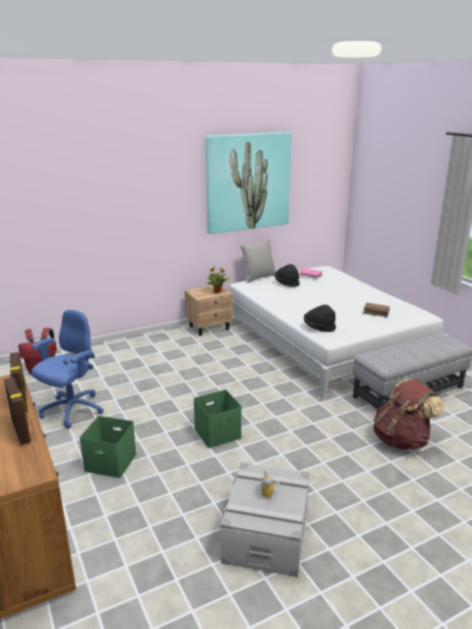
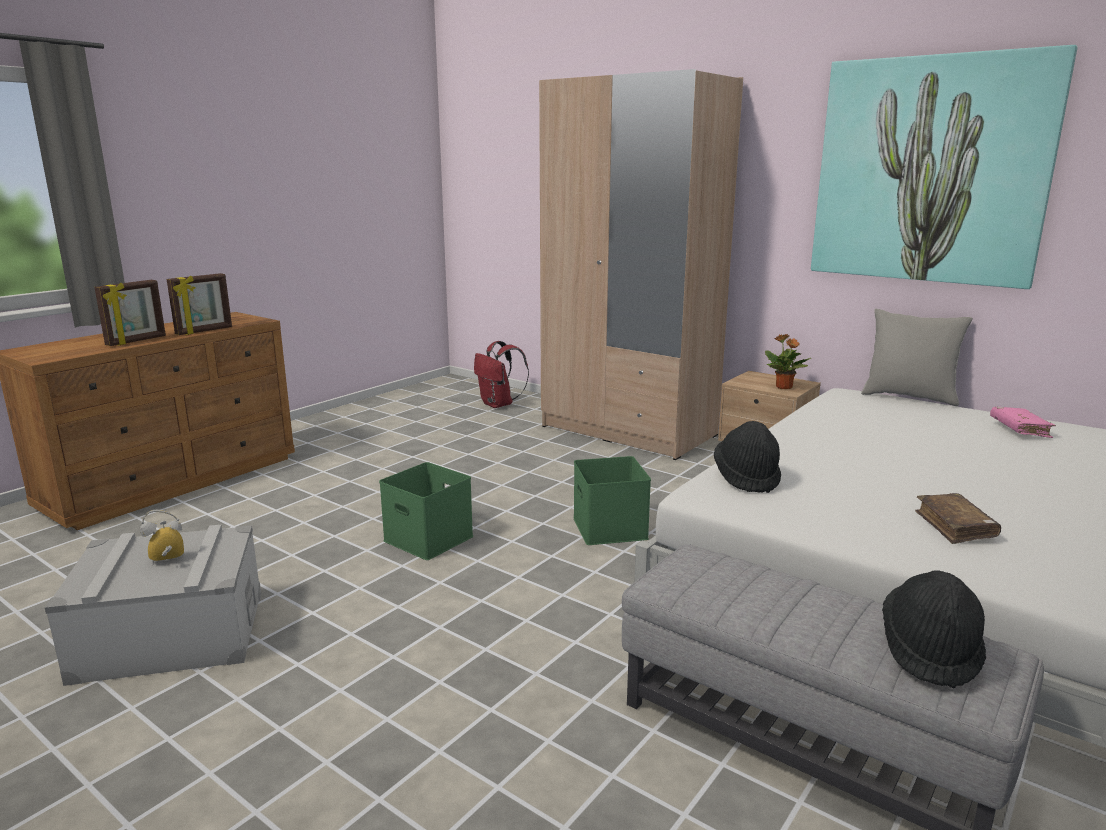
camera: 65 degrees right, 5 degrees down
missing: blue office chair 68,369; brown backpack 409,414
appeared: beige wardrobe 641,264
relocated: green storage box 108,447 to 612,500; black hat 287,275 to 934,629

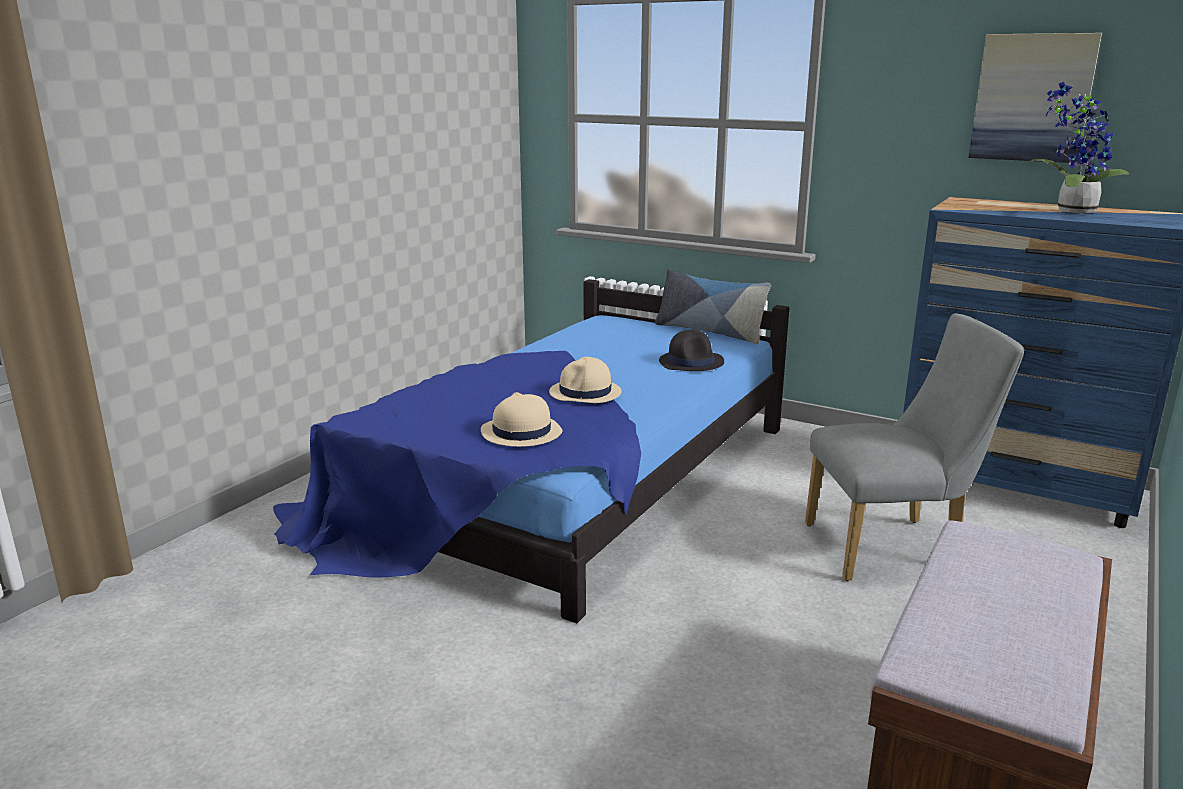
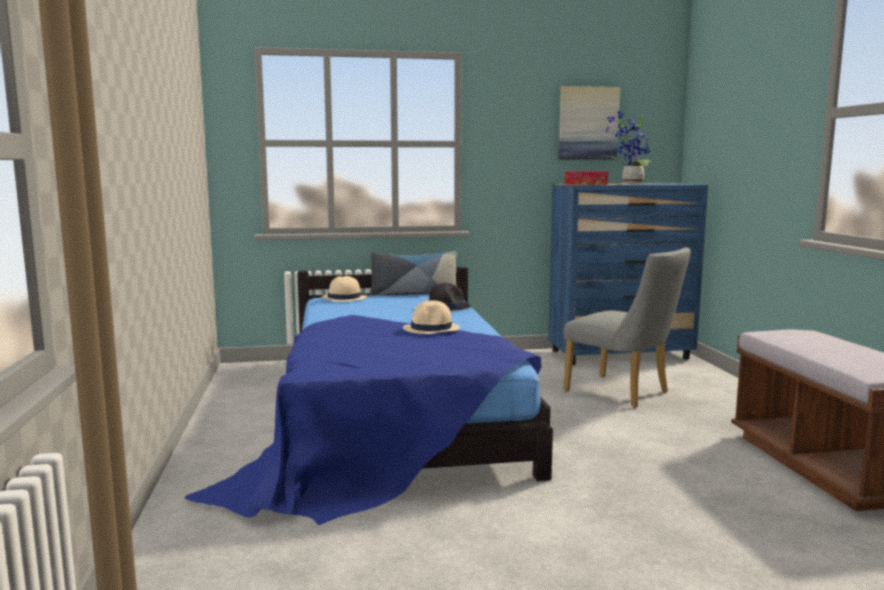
camera: 40 degrees left, 10 degrees down
appeared: tissue box 586,178
relocated: beige hat 521,419 to 344,289
spun: grey chair 914,447 = 627,327 90 degrees clockwise

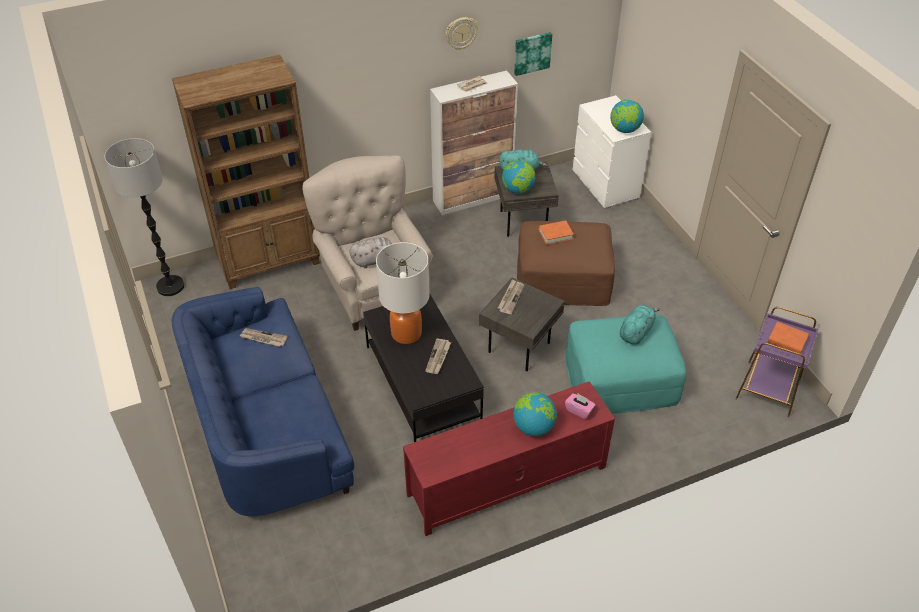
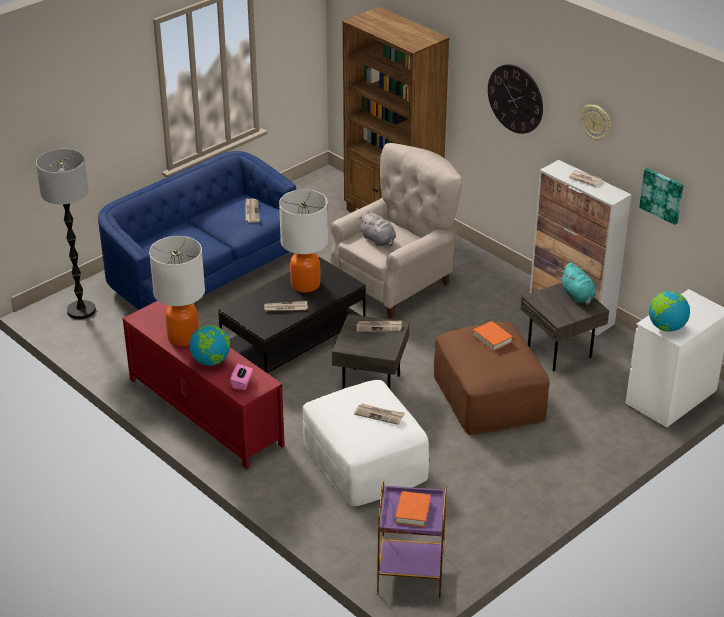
camera: 70 degrees right, 10 degrees down
missing: globe 519,177
appeared: table lamp 177,291; wall clock 515,99
relocated: floor lamp 144,217 to 66,234
exchanged: turquoise plush toy 640,324 to newspaper 379,414
colour: turquoise ottoman 625,364 to white ottoman 366,443

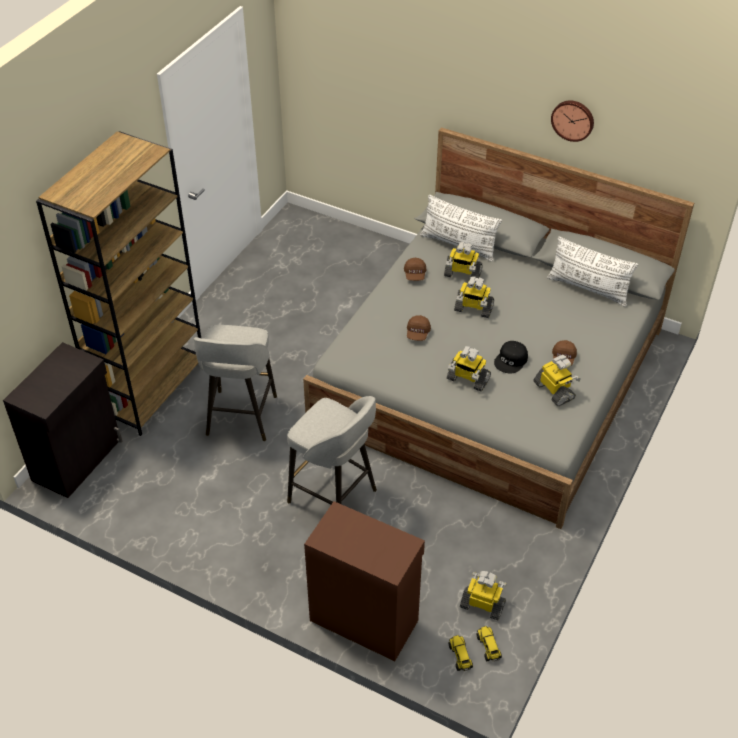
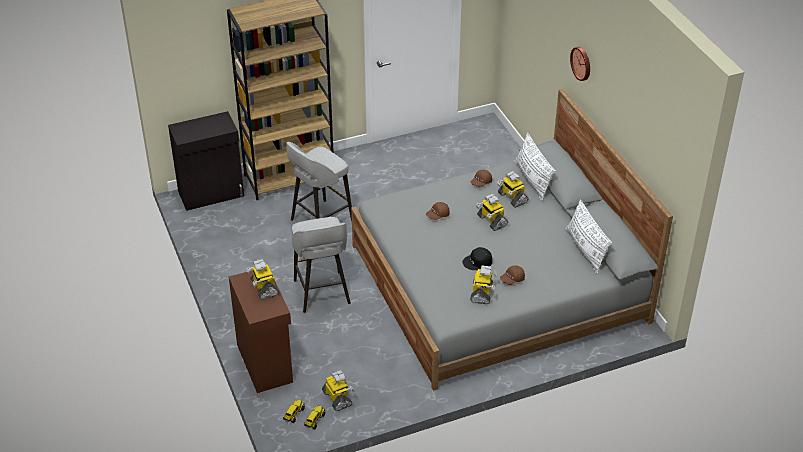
camera: 40 degrees right, 5 degrees down
relocated: toy robot 469,369 to 262,279; wall clock 572,121 to 580,64

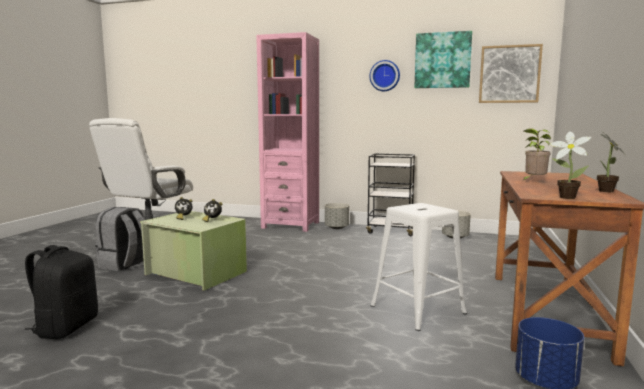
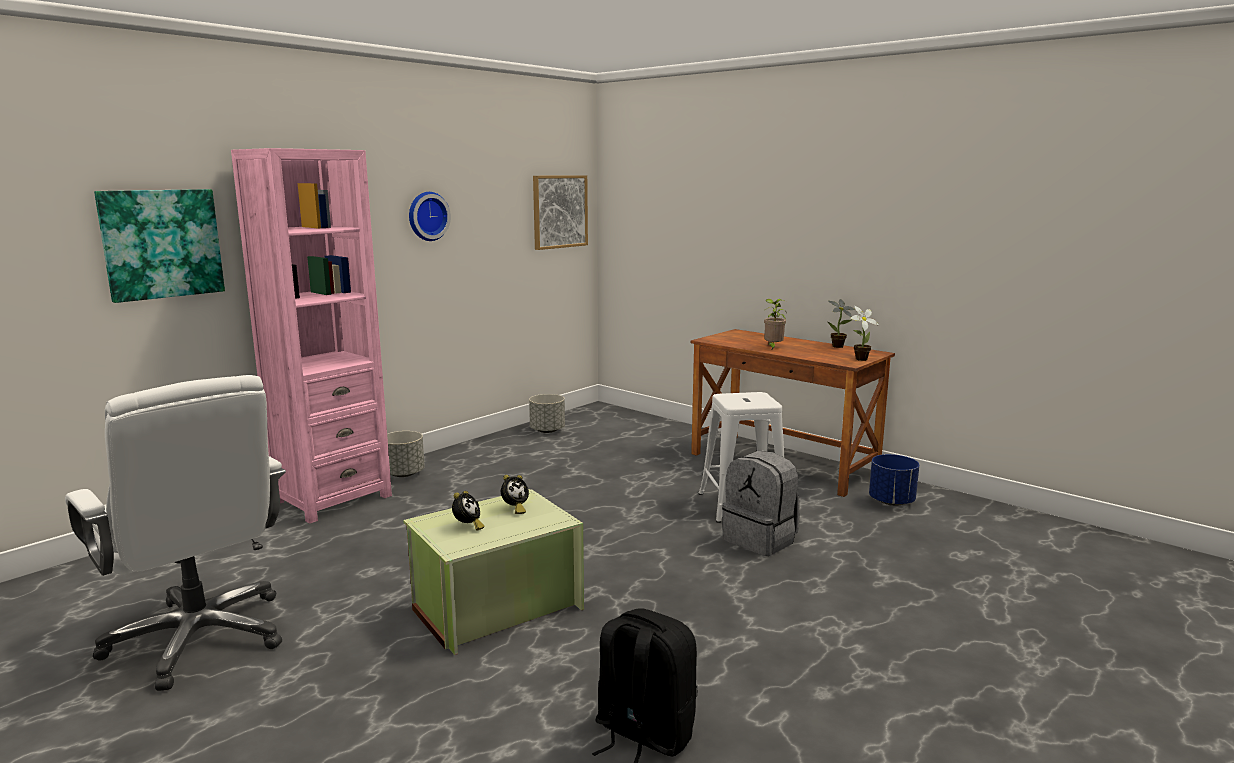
camera: 65 degrees left, 5 degrees up
missing: black cart 390,194
relocated: grey backpack 119,239 to 761,503; picture 443,59 to 159,246

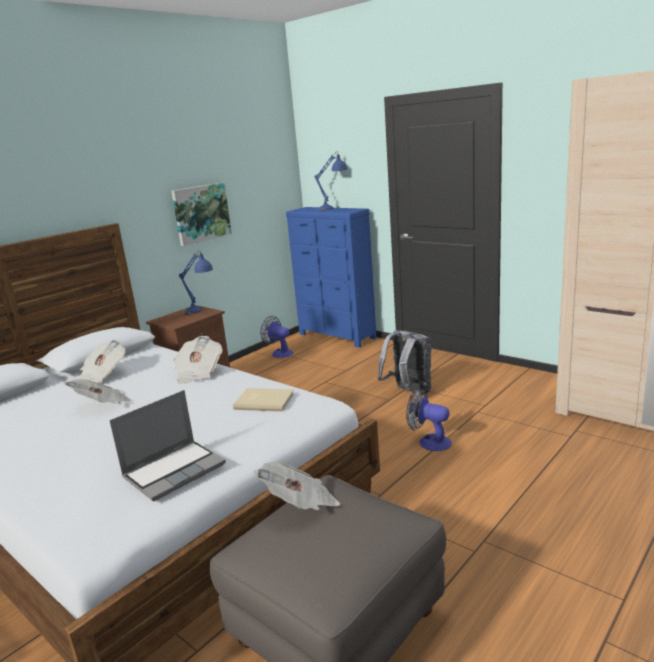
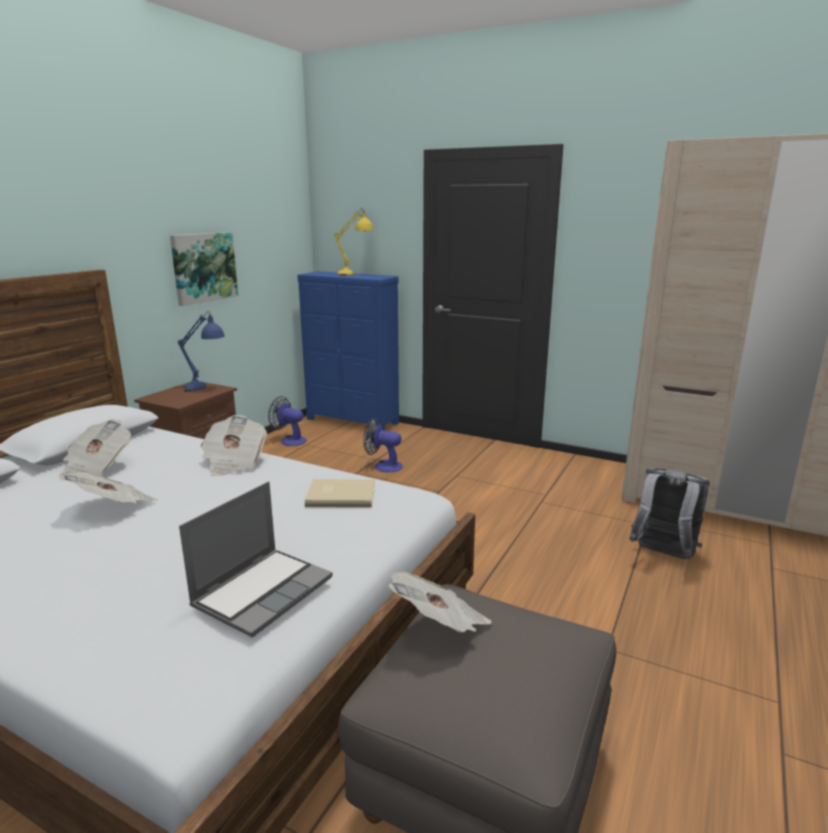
camera: 15 degrees left, 0 degrees up
relocated: grey backpack 404,363 to 669,513; fan 429,419 to 383,445
colour: blue table lamp 331,181 to yellow table lamp 354,242

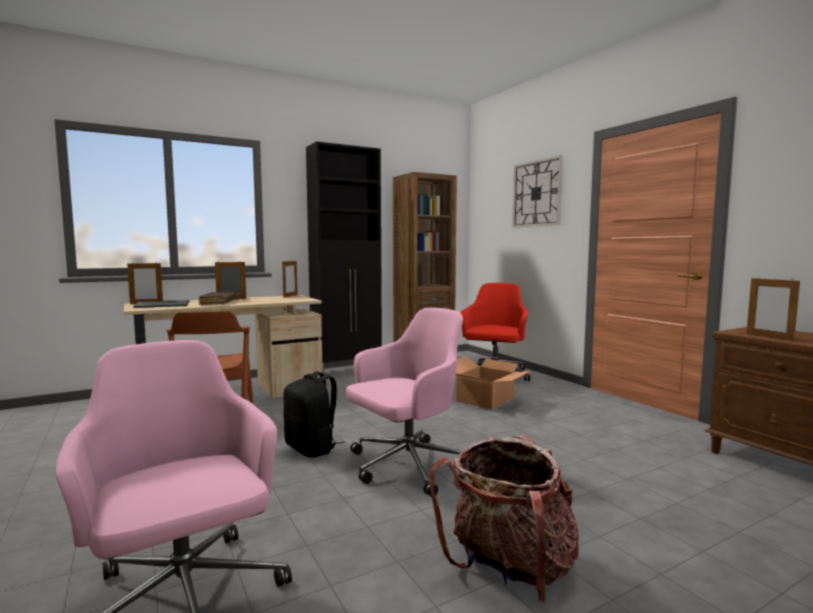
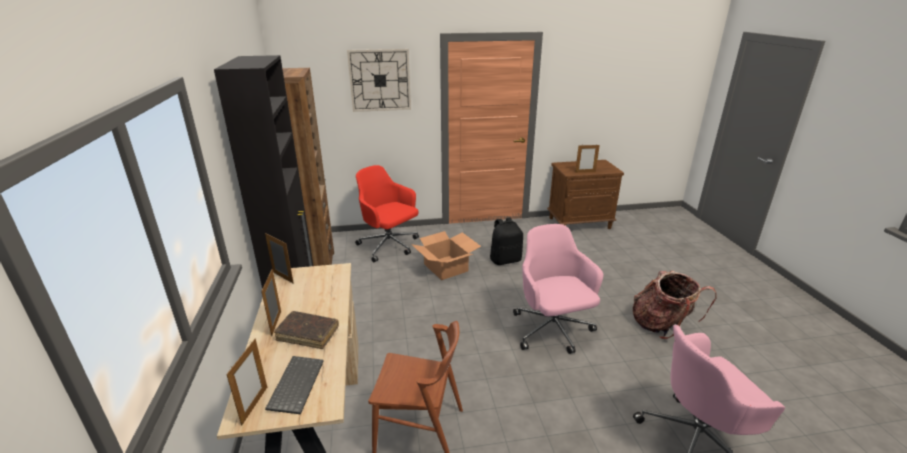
camera: 70 degrees left, 20 degrees up
relocated: black backpack 314,414 to 506,241

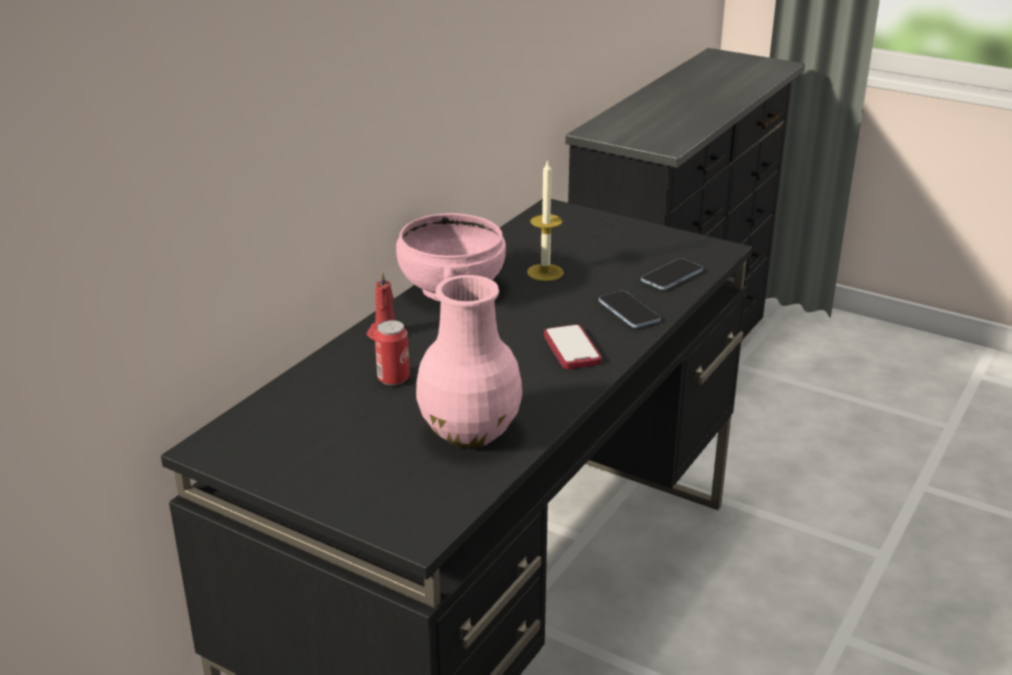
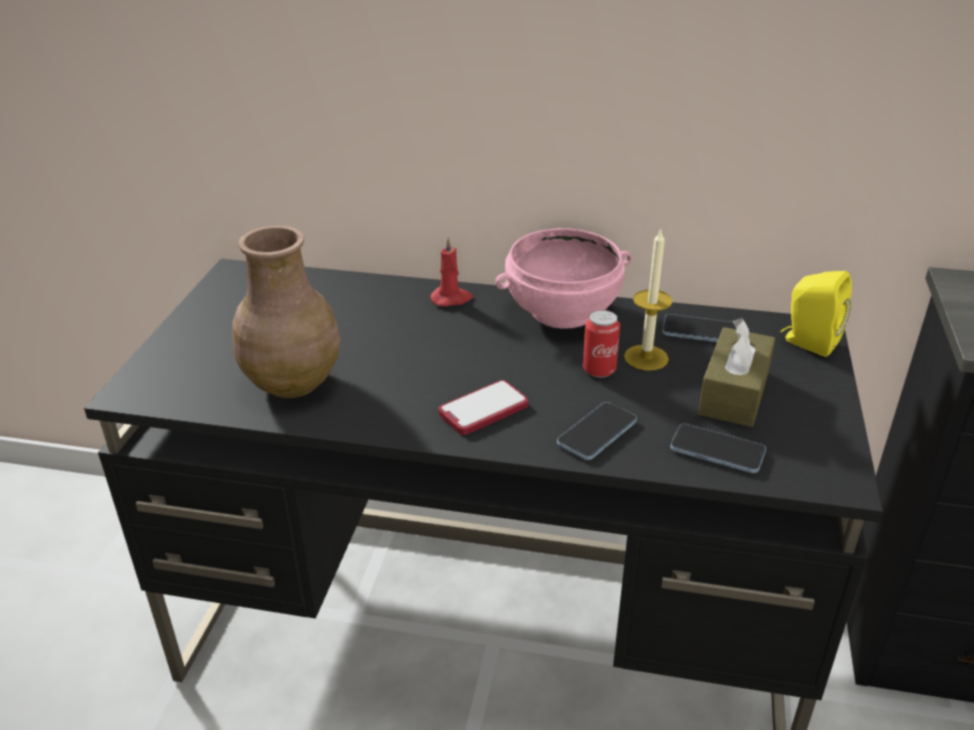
camera: 70 degrees right, 5 degrees up
appeared: phone 699,328; brown tissue box 737,372; yellow speaker 816,314
relocated: can 392,353 to 601,344
colour: pink vase 469,361 to brown vase 286,311

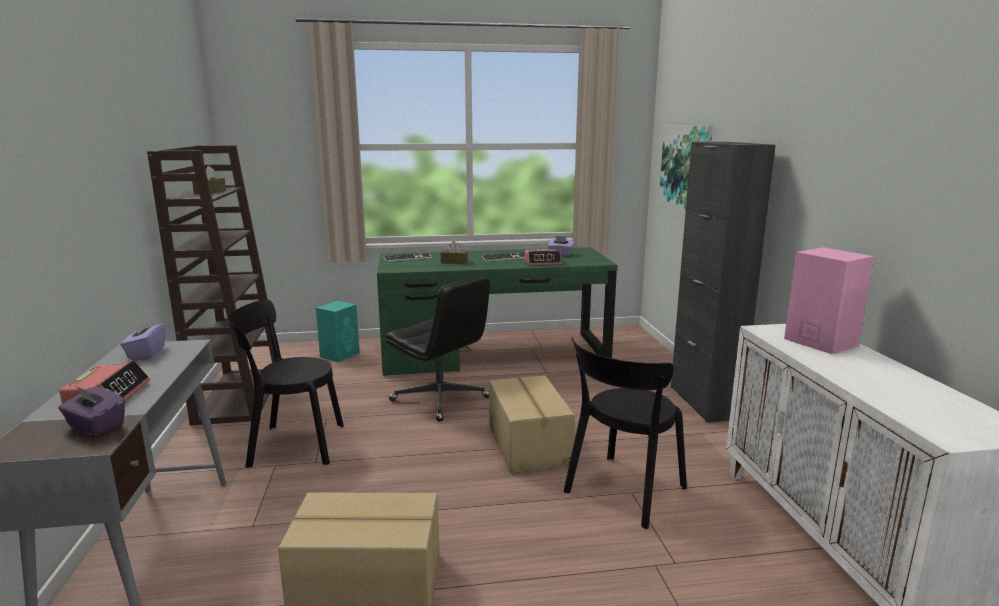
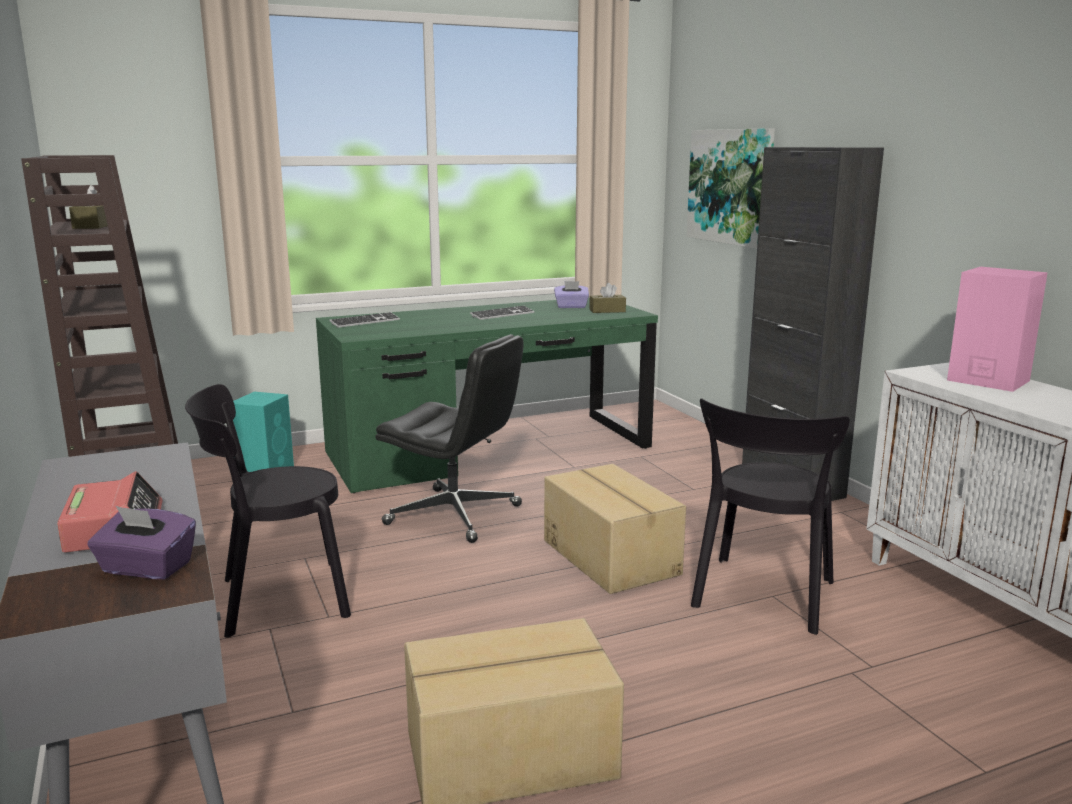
camera: 15 degrees left, 0 degrees up
missing: purple tissue box 143,338; alarm clock 543,257
relocated: brown tissue box 454,252 to 607,298

